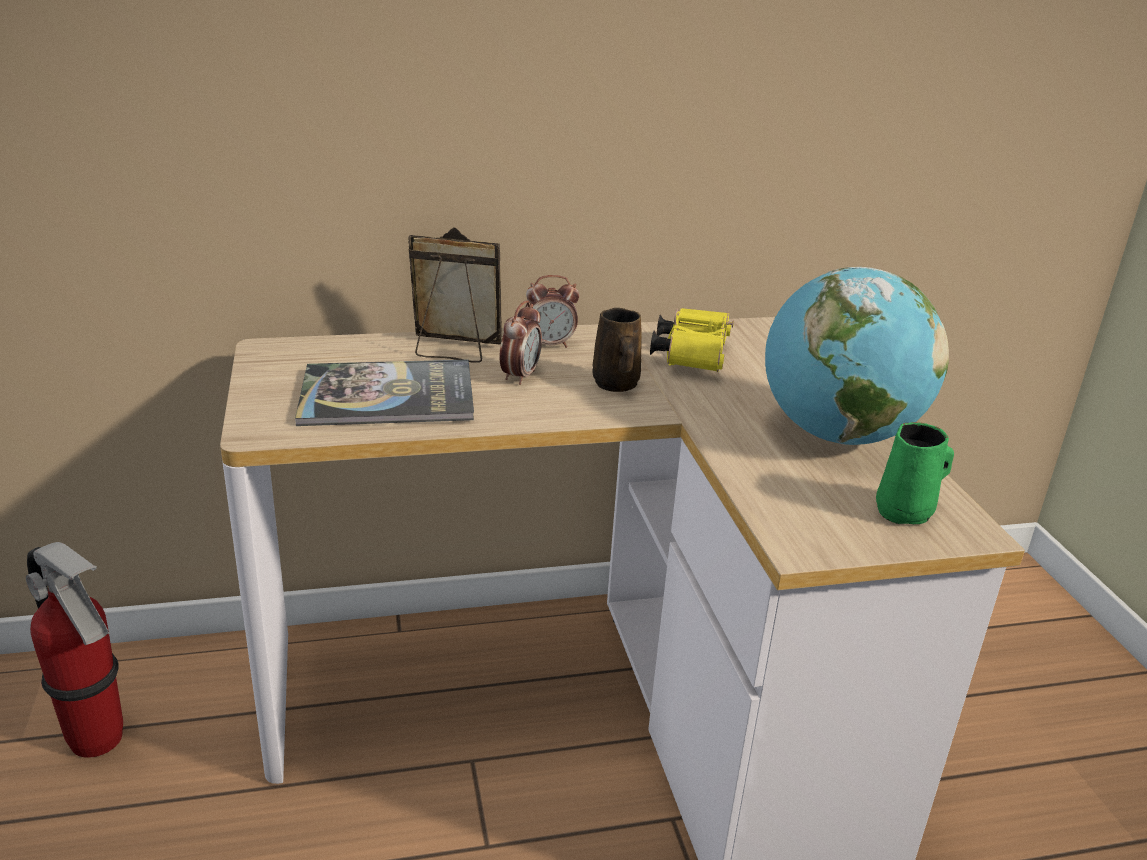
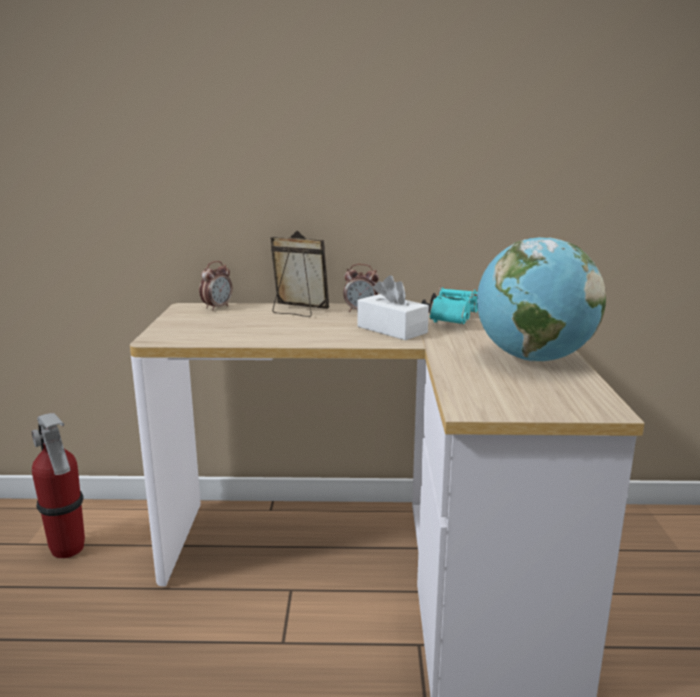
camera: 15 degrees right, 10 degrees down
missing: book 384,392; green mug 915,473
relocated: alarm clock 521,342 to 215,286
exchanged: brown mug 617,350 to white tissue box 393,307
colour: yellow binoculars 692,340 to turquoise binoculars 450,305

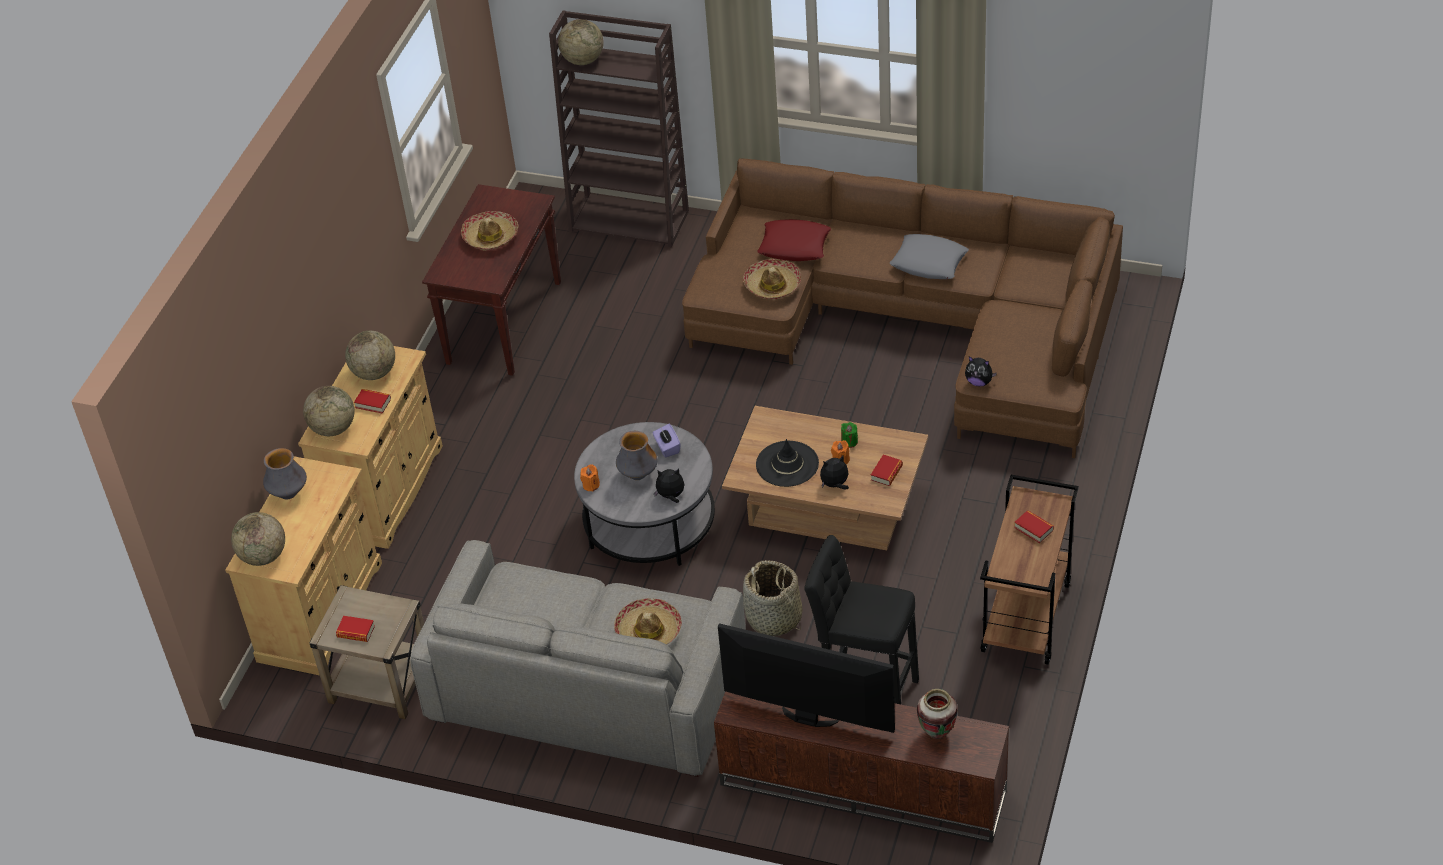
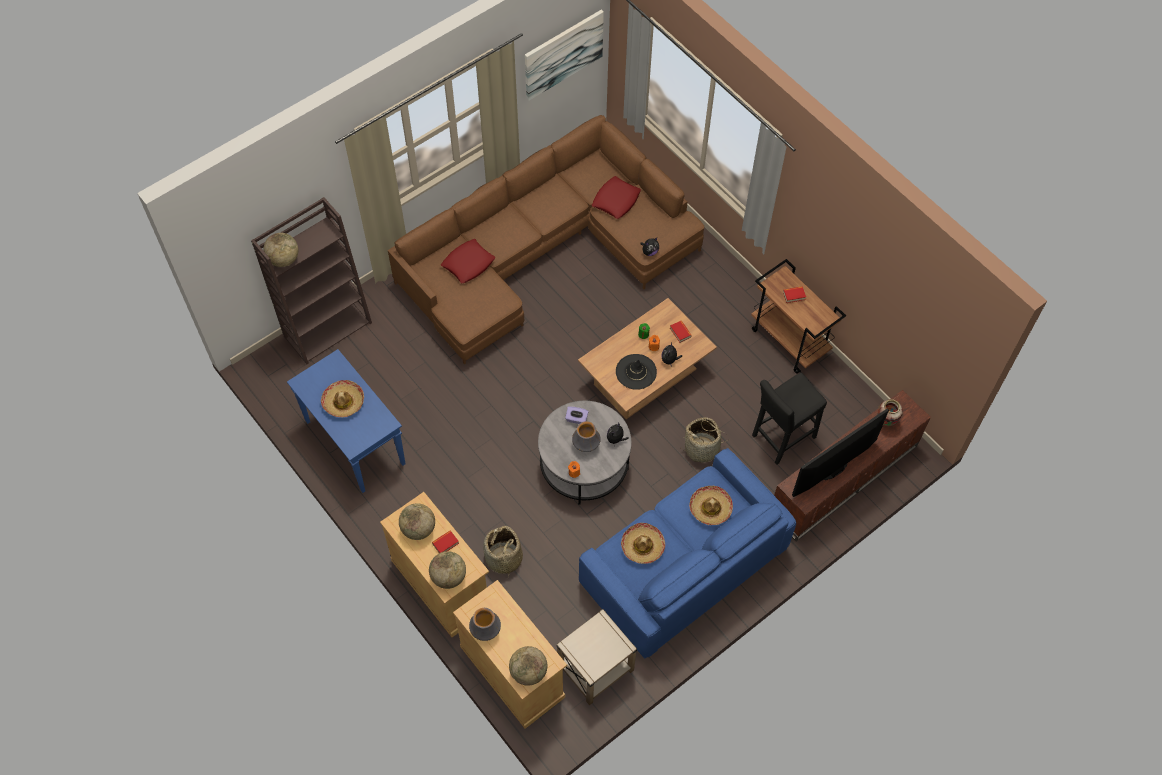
camera: 60 degrees left, 15 degrees up
missing: book 355,629; grey pillow 929,256
appeared: basket 503,552; picture 564,55; red pillow 616,197
relocated: hat 772,279 to 643,543
colour: grey sofa 578,658 to blue sofa 687,553; brown console table 491,280 to blue console table 346,421

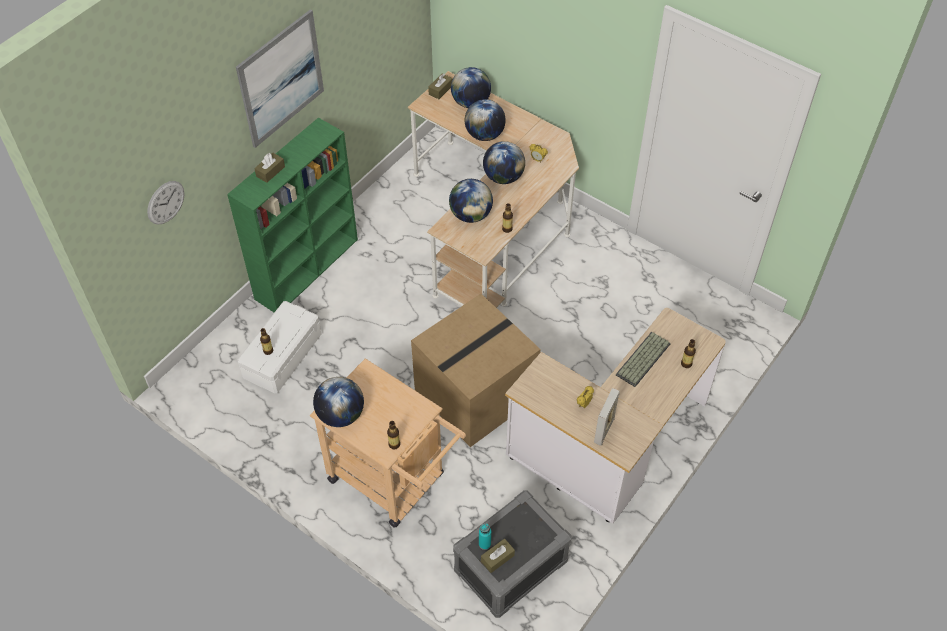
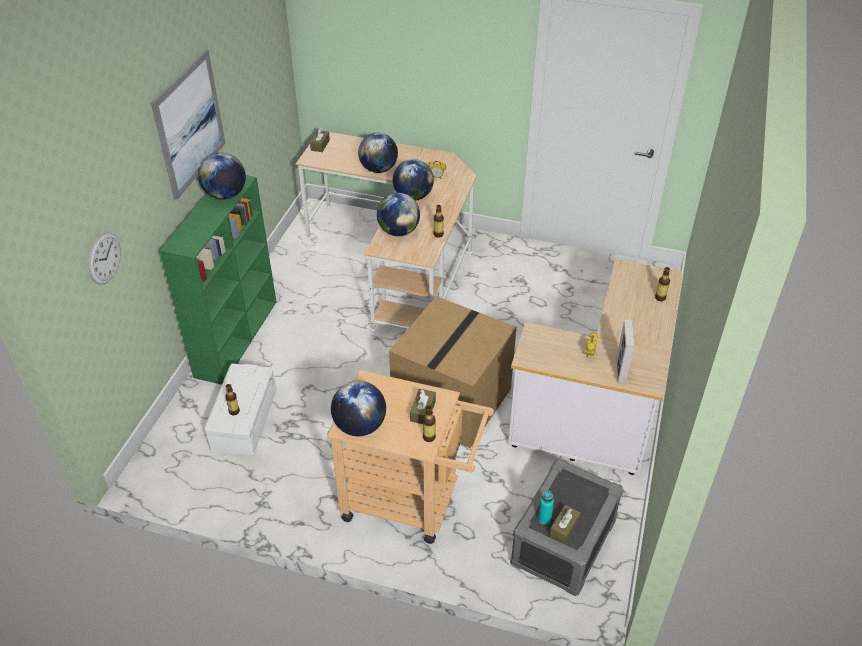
camera: 20 degrees left, 10 degrees down
missing: keyboard 643,359
relocated: brown tissue box 269,168 to 423,406; globe 471,87 to 222,176

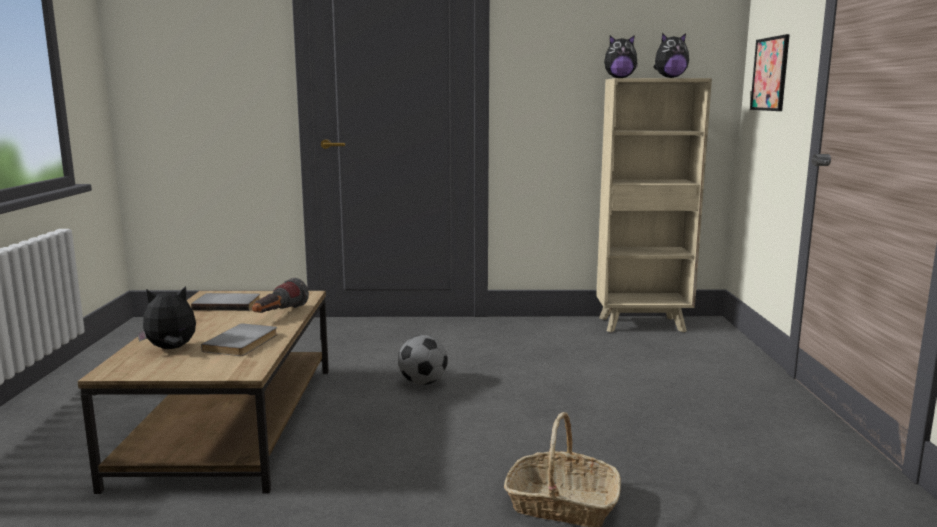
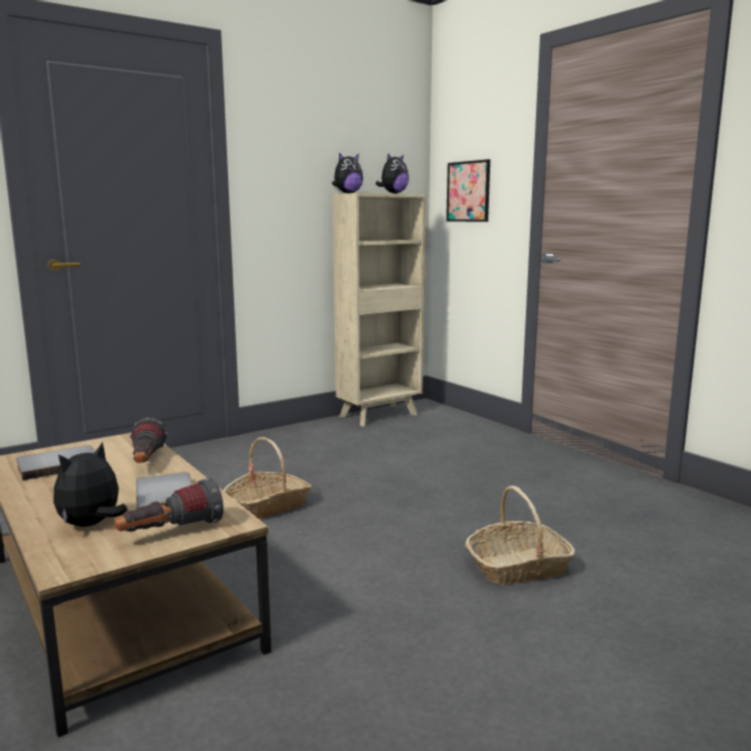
camera: 35 degrees left, 0 degrees up
appeared: flashlight 169,505
exchanged: football 423,360 to basket 267,478

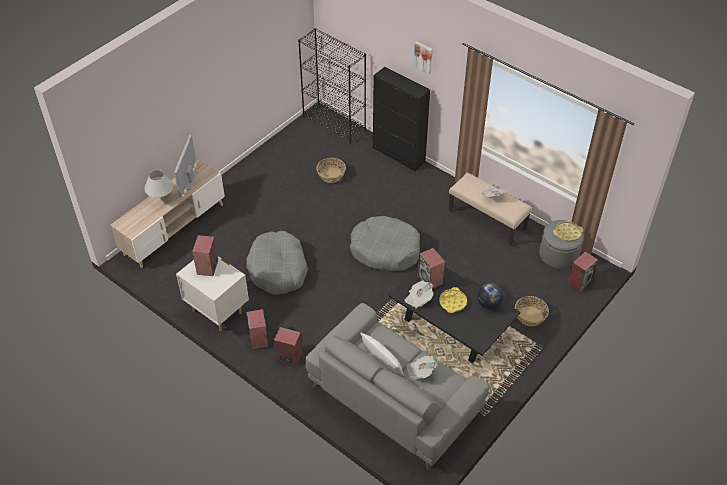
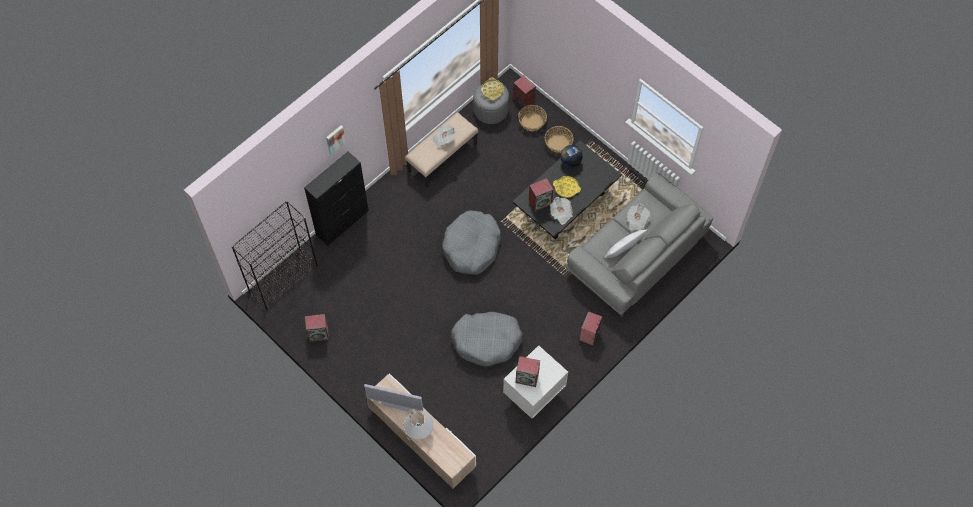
camera: 85 degrees left, 15 degrees up
relocated: speaker 257,329 to 317,328; basket 331,170 to 532,118

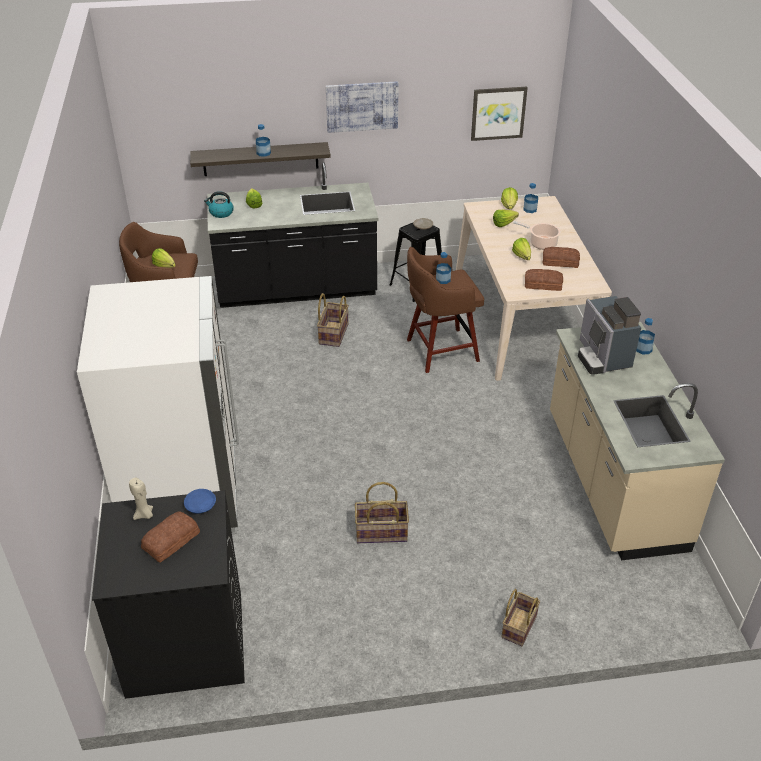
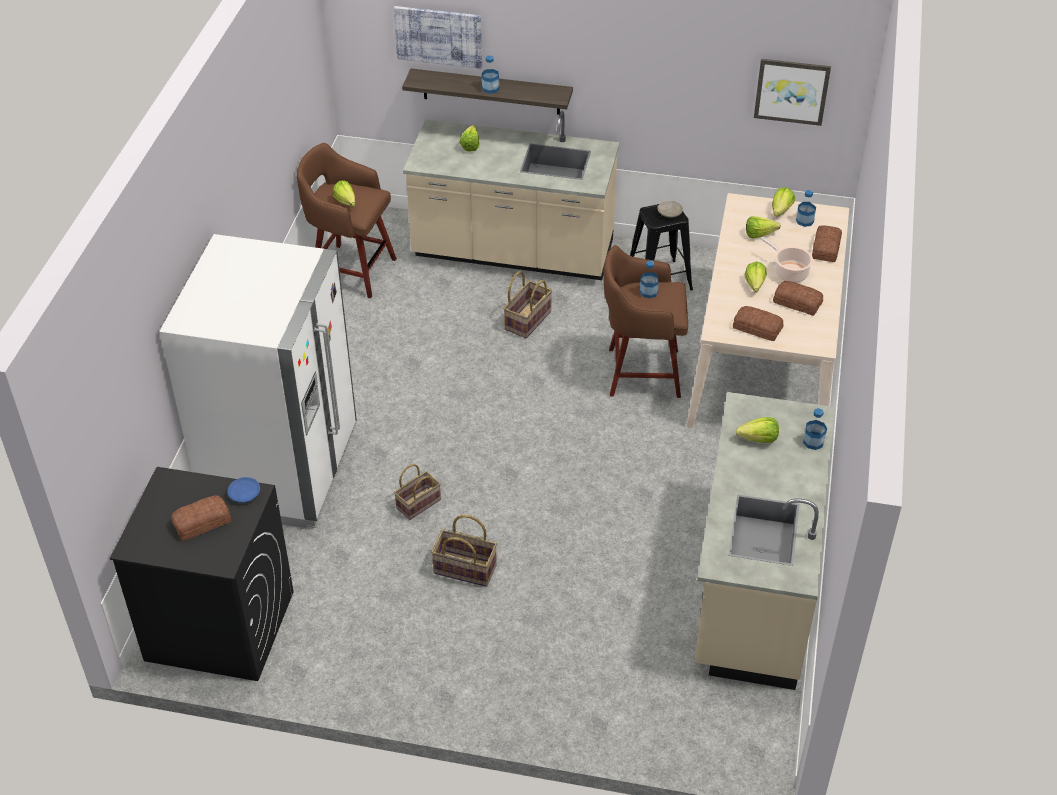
camera: 20 degrees right, 5 degrees up
missing: beige candle 141,498; kettle 219,204
appeared: bread 827,244
relocated: picture 362,107 to 438,37; basket 520,617 to 417,492
exchanged: coffee machine 609,335 to lettuce 757,430
colour: black counter 292,235 to beige counter 511,195

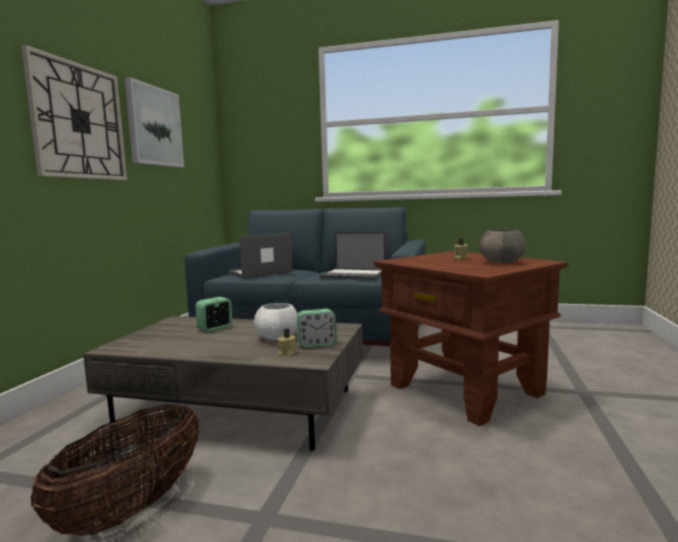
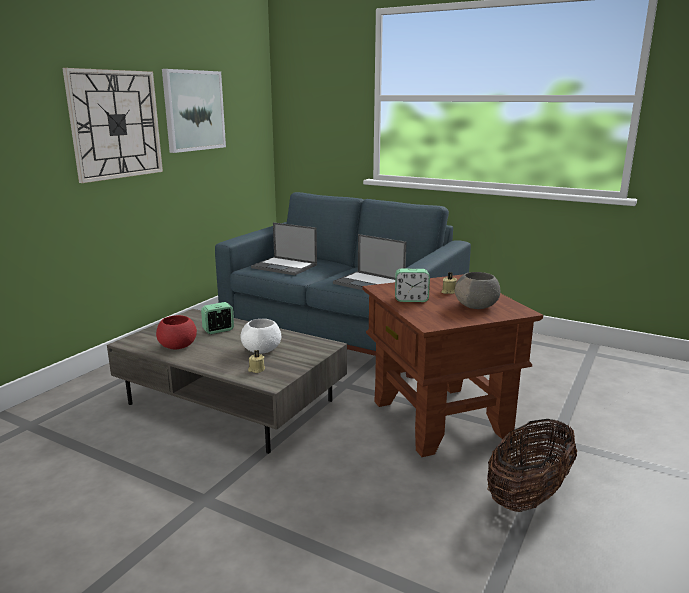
camera: 15 degrees right, 10 degrees up
appeared: red bowl 176,332
relocated: basket 115,470 to 532,465; alarm clock 317,328 to 412,285
spun: laptop 260,255 = 284,248 135 degrees counterclockwise

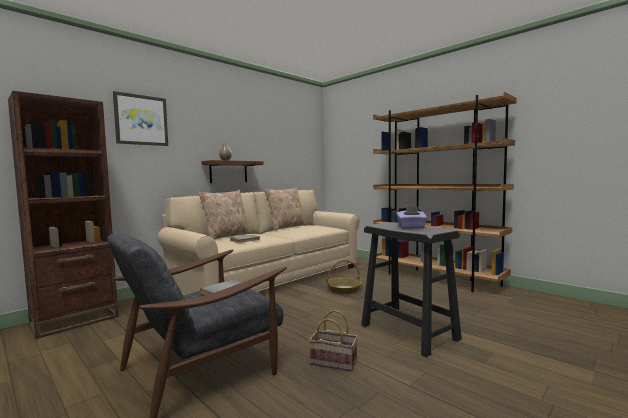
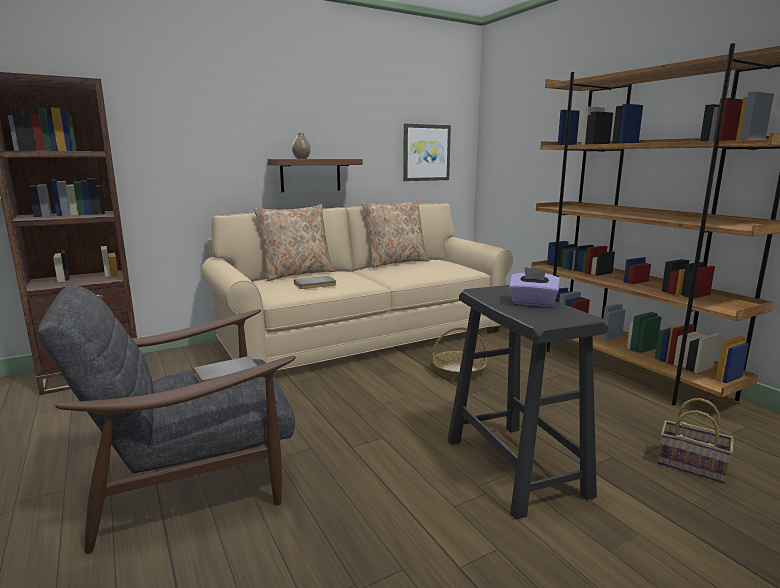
camera: 15 degrees right, 10 degrees up
relocated: picture 140,118 to 427,152; basket 333,340 to 695,441

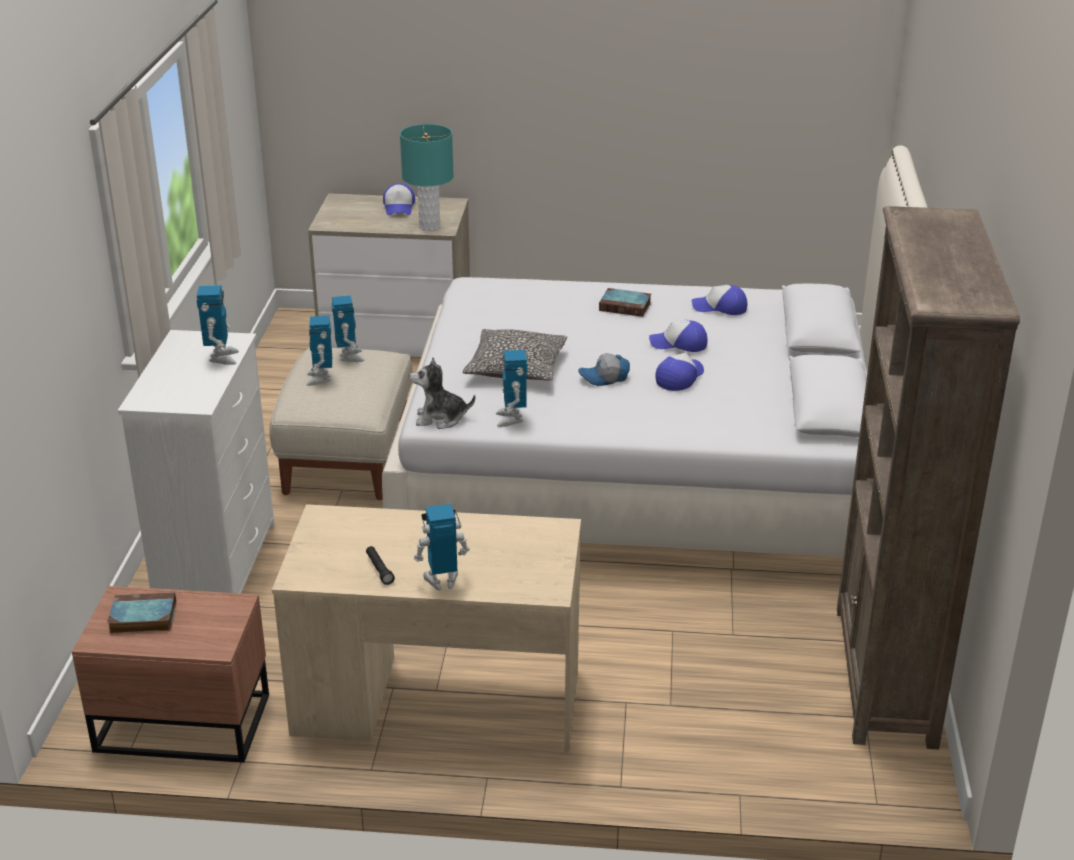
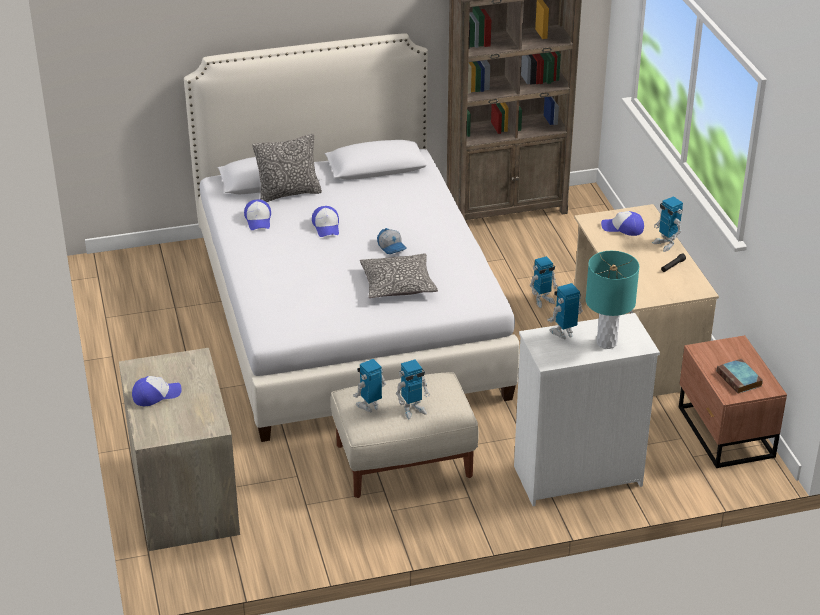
camera: 110 degrees left, 5 degrees up
missing: plush toy 442,393; book 625,302
appeared: pillow 287,168
relocated: turquoise table lamp 427,177 to 612,300; toy robot 512,388 to 544,282; cap 680,372 to 622,223

